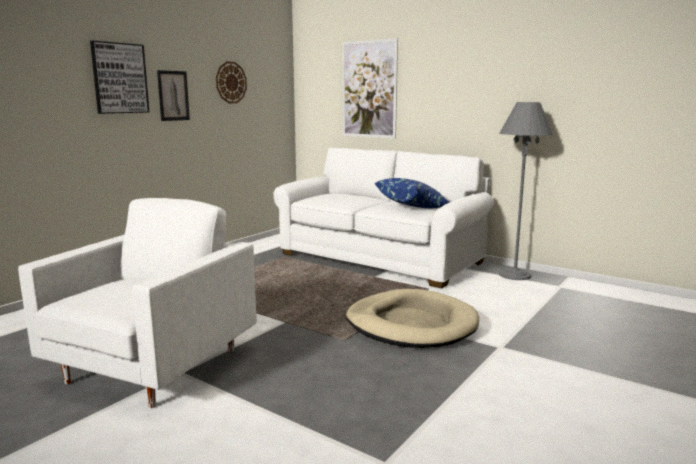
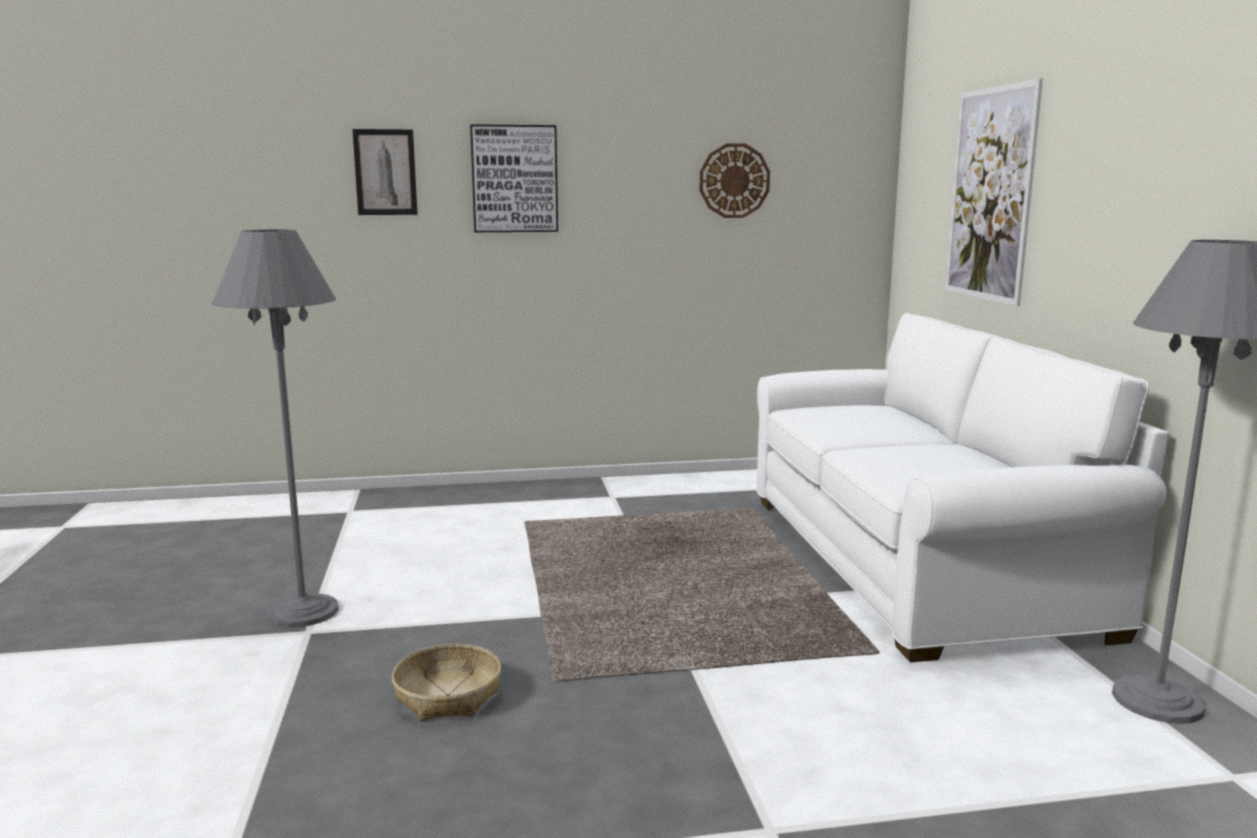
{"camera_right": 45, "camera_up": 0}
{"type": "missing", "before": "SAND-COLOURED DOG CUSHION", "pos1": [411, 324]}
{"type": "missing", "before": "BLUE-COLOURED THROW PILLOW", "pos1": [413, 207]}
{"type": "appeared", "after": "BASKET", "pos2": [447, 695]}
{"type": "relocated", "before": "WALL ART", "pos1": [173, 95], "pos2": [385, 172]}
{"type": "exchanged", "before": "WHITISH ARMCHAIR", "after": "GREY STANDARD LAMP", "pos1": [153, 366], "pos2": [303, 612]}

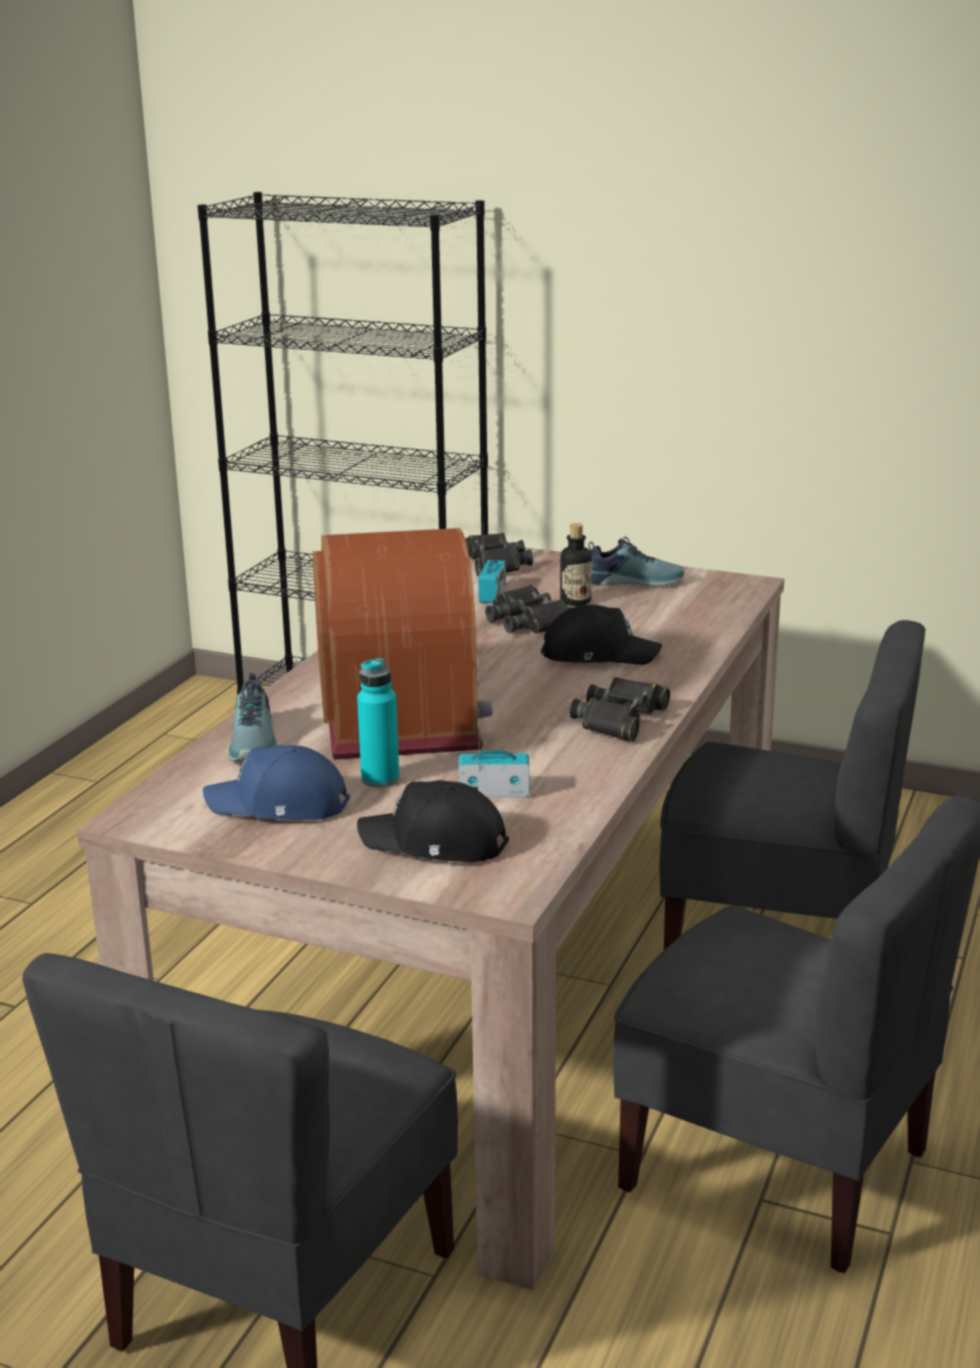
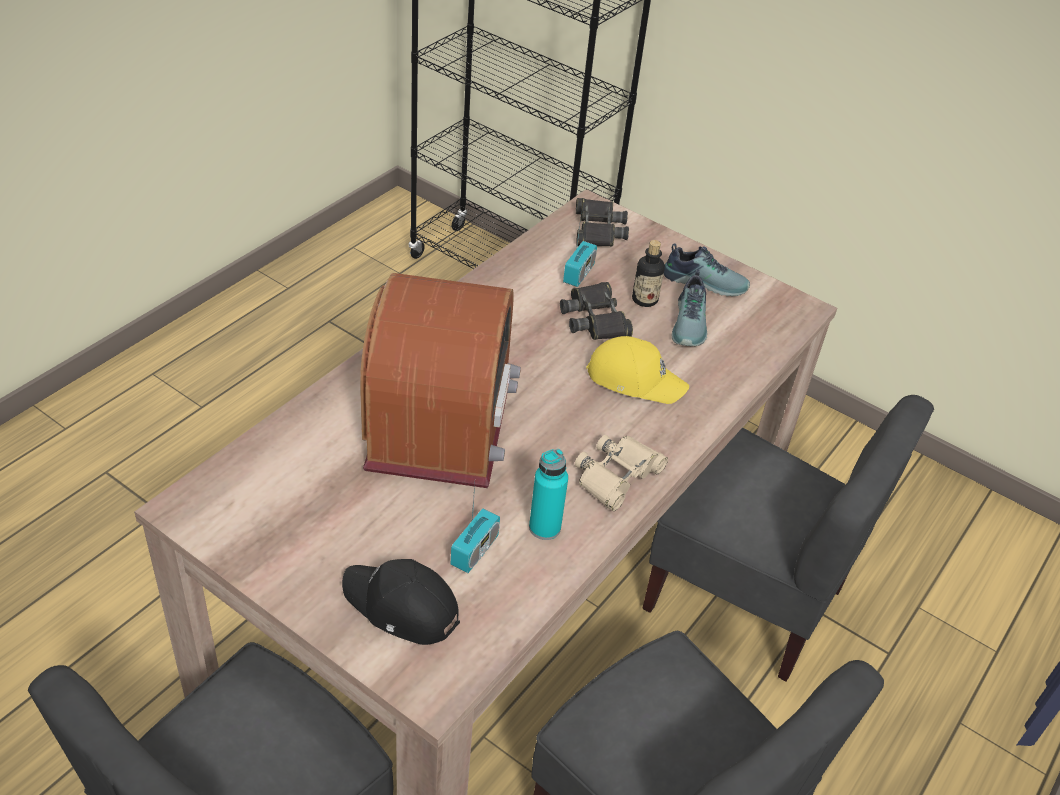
{"camera_right": 10, "camera_up": 20}
{"type": "missing", "before": "BLUE-COLOURED PEAKED CAP", "pos1": [279, 805]}
{"type": "relocated", "before": "LOW SHOE", "pos1": [256, 742], "pos2": [691, 323]}
{"type": "relocated", "before": "BLUE-GREEN BEVERAGE BOTTLE", "pos1": [380, 779], "pos2": [544, 527]}
{"type": "colour", "before": "BLACKISH PEAKED CAP", "after": "YELLOWISH PEAKED CAP", "pos1": [598, 654], "pos2": [635, 379]}
{"type": "colour", "before": "BLACKISH PAIR OF BINOCULARS", "after": "SAND-COLOURED PAIR OF BINOCULARS", "pos1": [620, 719], "pos2": [617, 476]}
{"type": "spun", "before": "RADIO SET", "pos1": [494, 793], "pos2": [474, 551], "turn": 105}

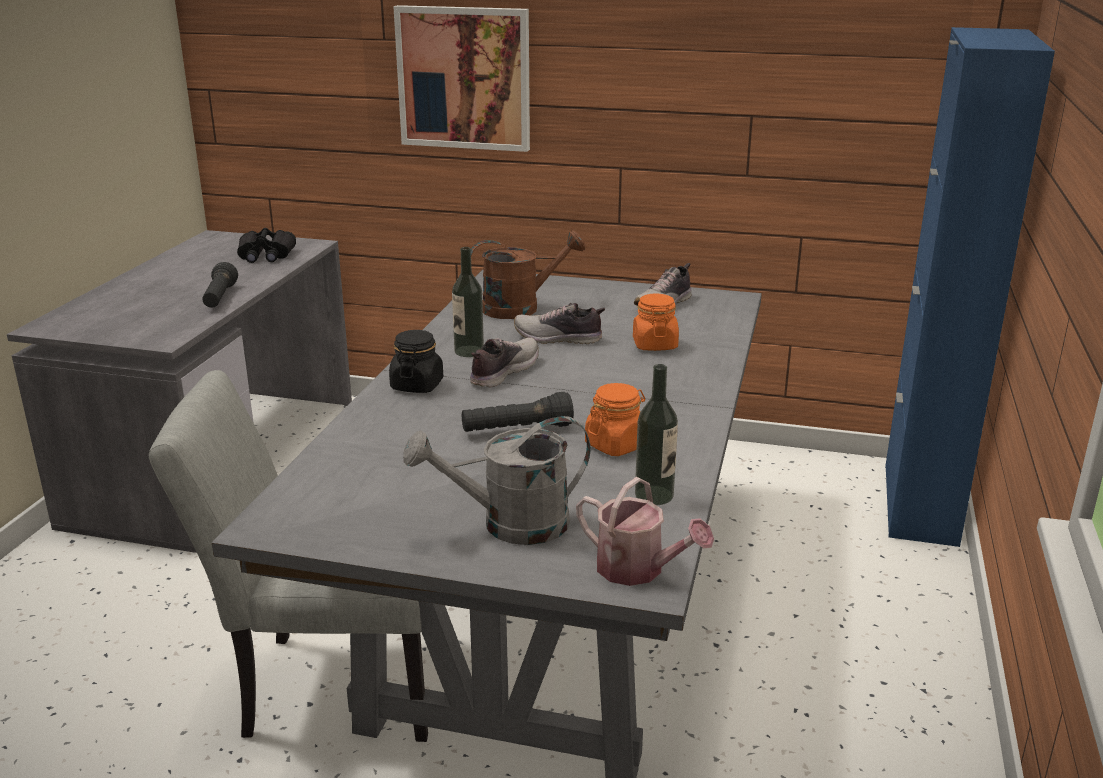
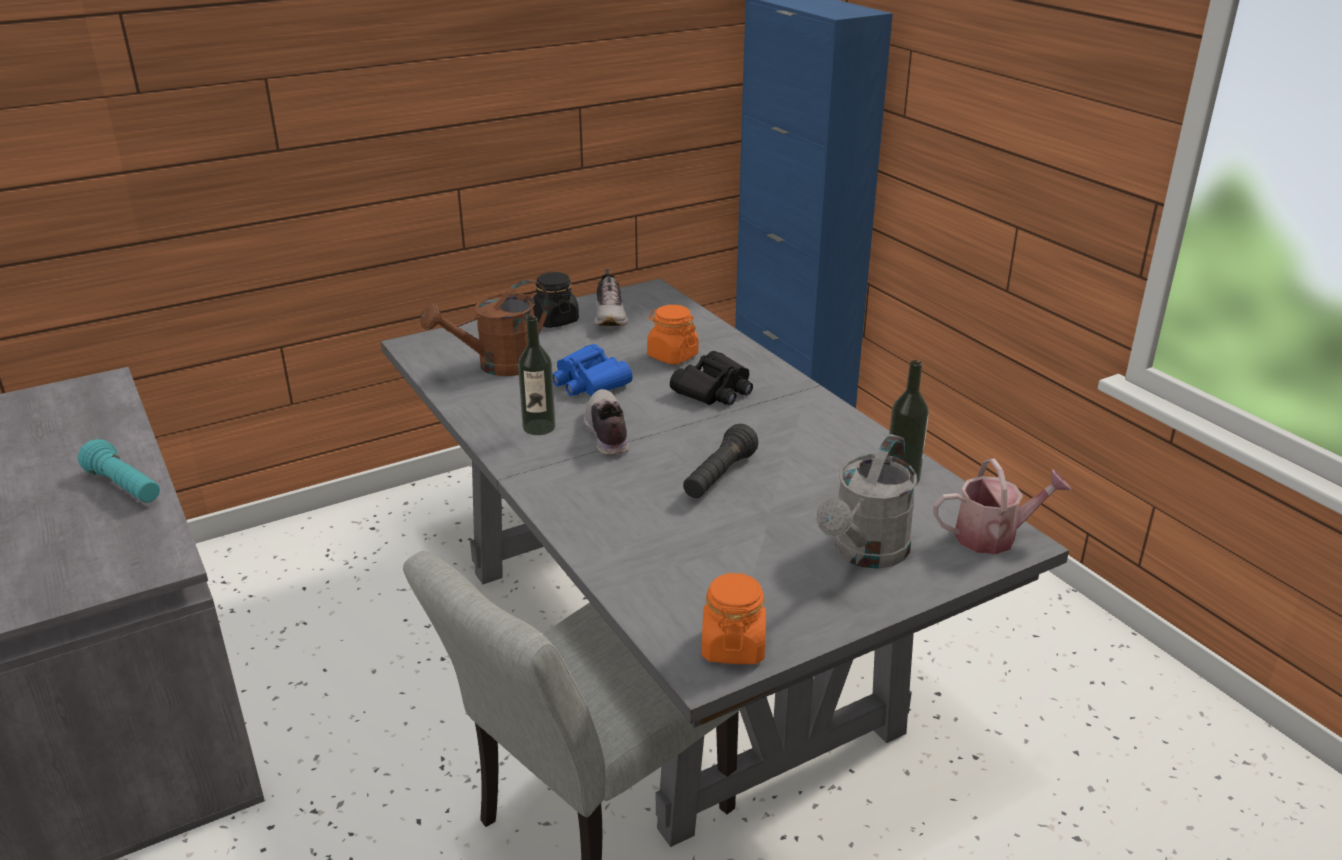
{"camera_right": -45, "camera_up": 5}
{"type": "missing", "before": "WALL ART", "pos1": [464, 78]}
{"type": "relocated", "before": "BLACKISH PAIR OF BINOCULARS", "pos1": [266, 255], "pos2": [714, 390]}
{"type": "relocated", "before": "BLACKISH STORAGE JAR", "pos1": [417, 385], "pos2": [555, 320]}
{"type": "relocated", "before": "ORANGEY STORAGE JAR", "pos1": [616, 445], "pos2": [733, 646]}
{"type": "exchanged", "before": "LOW SHOE", "after": "BLUE-COLOURED PAIR OF BINOCULARS", "pos1": [558, 338], "pos2": [589, 382]}
{"type": "colour", "before": "BLACKISH TORCH", "after": "BLUE-GREEN TORCH", "pos1": [220, 298], "pos2": [125, 487]}
{"type": "spun", "before": "BROWN WATERING POT", "pos1": [521, 308], "pos2": [498, 366], "turn": -150}

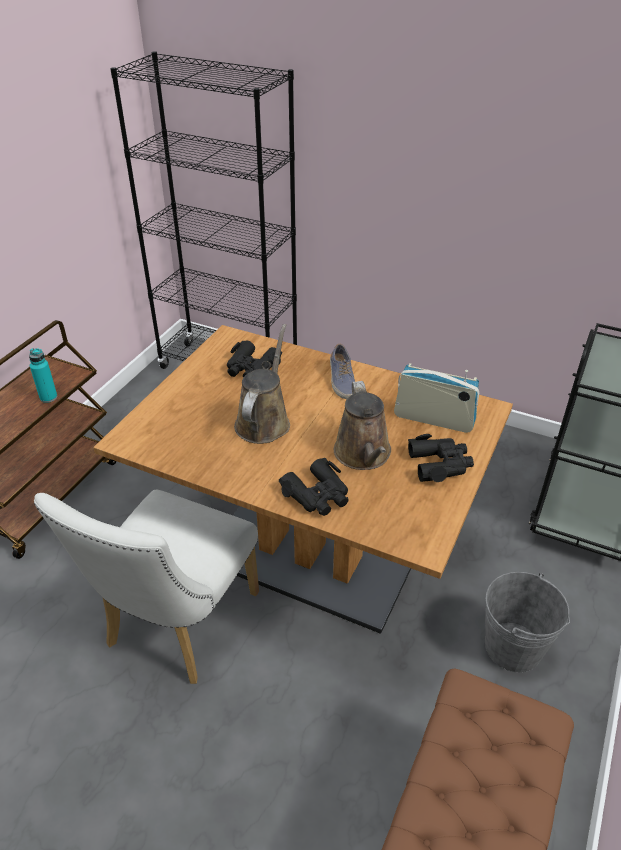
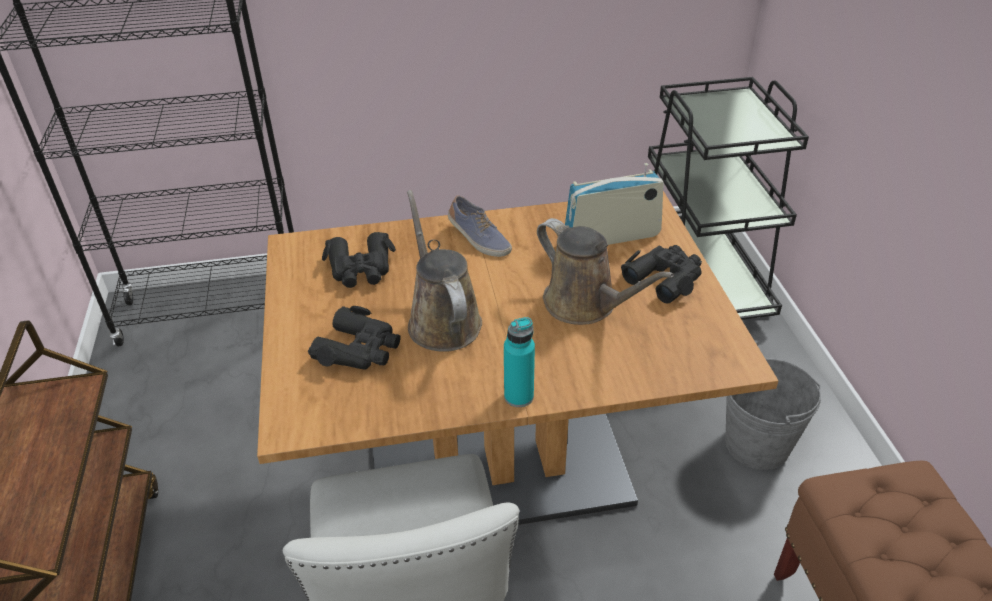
{"camera_right": -35, "camera_up": 0}
{"type": "relocated", "before": "BLUE-GREEN BEVERAGE BOTTLE", "pos1": [48, 397], "pos2": [518, 396]}
{"type": "relocated", "before": "BLACKISH PAIR OF BINOCULARS", "pos1": [318, 495], "pos2": [359, 349]}

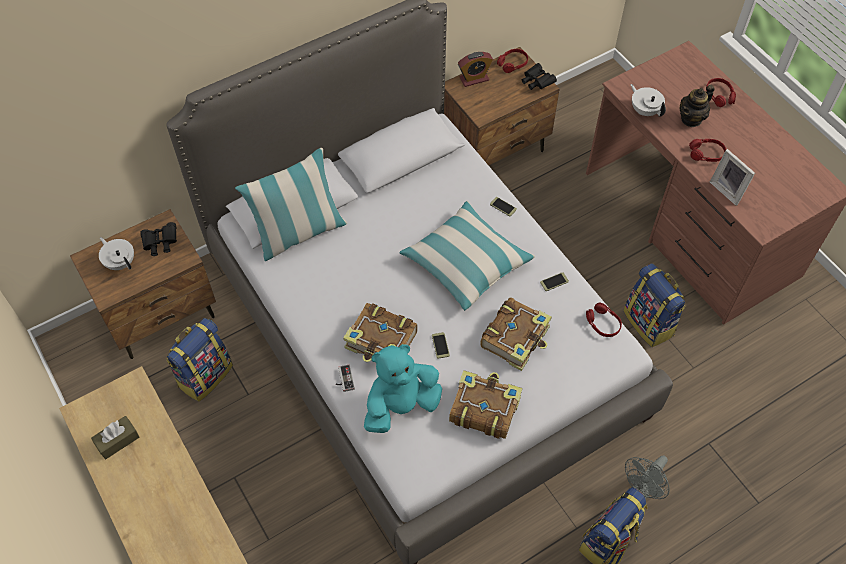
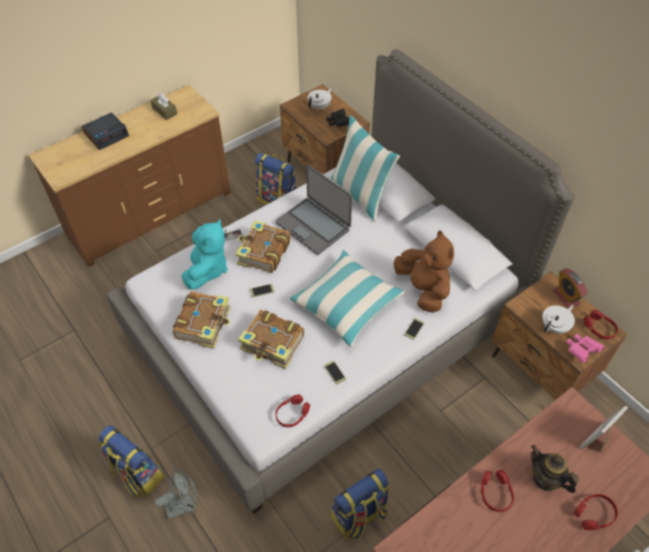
{"camera_right": 85, "camera_up": -5}
{"type": "appeared", "after": "ALARM CLOCK", "pos2": [106, 134]}
{"type": "appeared", "after": "LAPTOP", "pos2": [313, 226]}
{"type": "appeared", "after": "BROWN PLUSH TOY", "pos2": [423, 289]}
{"type": "relocated", "before": "WHITISH POT FOR TEA", "pos1": [645, 110], "pos2": [555, 327]}
{"type": "relocated", "before": "PICTURE FRAME", "pos1": [728, 190], "pos2": [599, 441]}
{"type": "colour", "before": "BLACKISH PAIR OF BINOCULARS", "after": "PINKISH PAIR OF BINOCULARS", "pos1": [536, 82], "pos2": [581, 350]}
{"type": "spun", "before": "BLUE-GREEN PLUSH TOY", "pos1": [401, 405], "pos2": [207, 269], "turn": 45}
{"type": "spun", "before": "GREY FAN", "pos1": [643, 488], "pos2": [184, 505], "turn": 120}

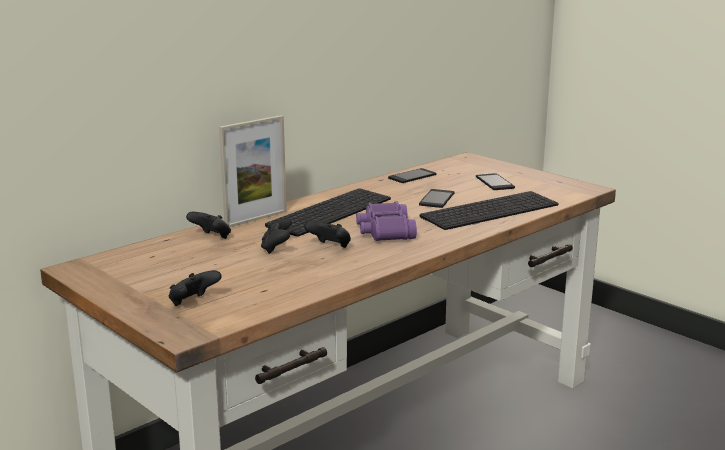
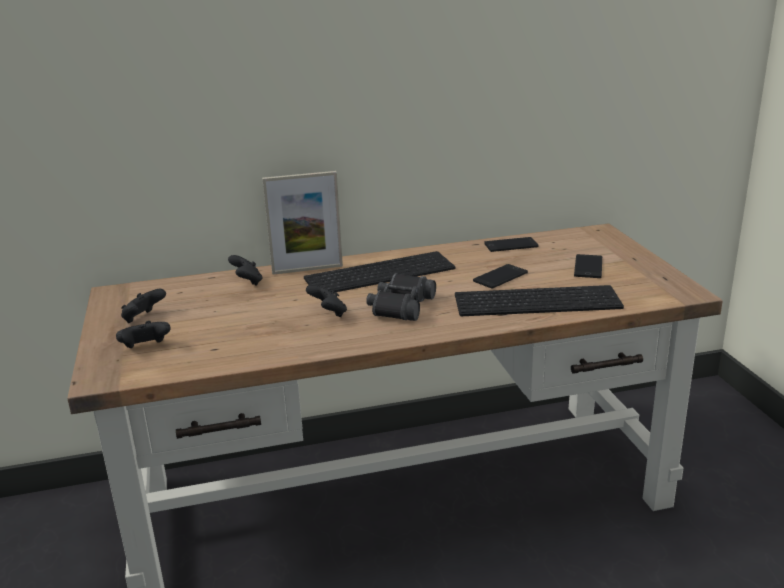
{"camera_right": 30, "camera_up": 5}
{"type": "relocated", "before": "BLACKISH JOYPAD", "pos1": [276, 248], "pos2": [143, 319]}
{"type": "colour", "before": "PURPLE PAIR OF BINOCULARS", "after": "BLACKISH PAIR OF BINOCULARS", "pos1": [385, 231], "pos2": [400, 306]}

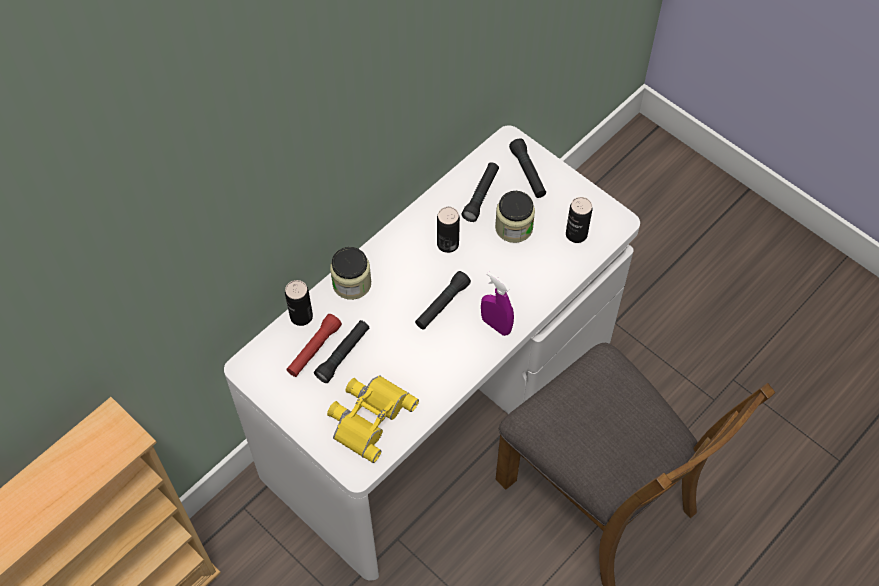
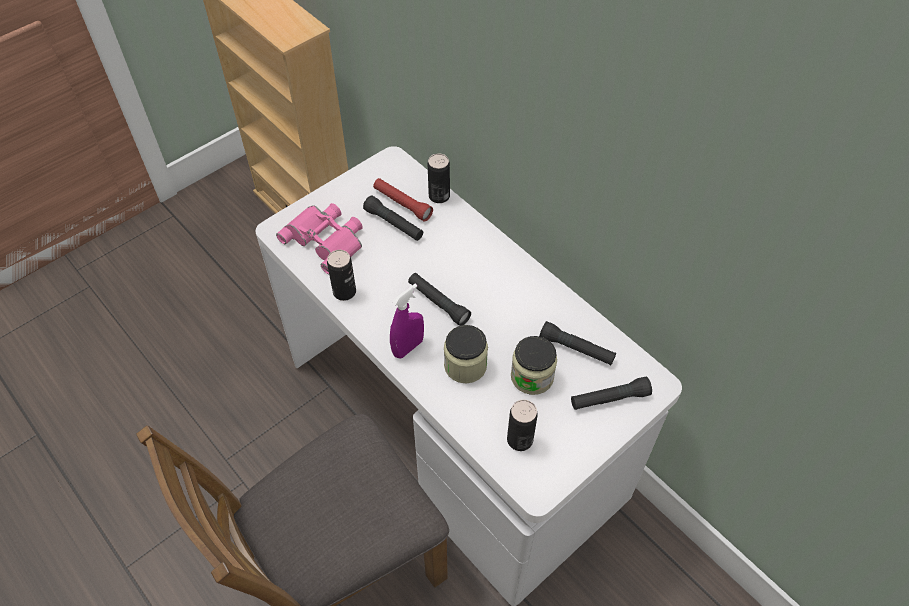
{"camera_right": 95, "camera_up": -5}
{"type": "relocated", "before": "STORAGE JAR", "pos1": [352, 283], "pos2": [465, 365]}
{"type": "relocated", "before": "METAL CAN", "pos1": [448, 244], "pos2": [344, 292]}
{"type": "colour", "before": "YELLOWISH PAIR OF BINOCULARS", "after": "PINKISH PAIR OF BINOCULARS", "pos1": [368, 416], "pos2": [326, 239]}

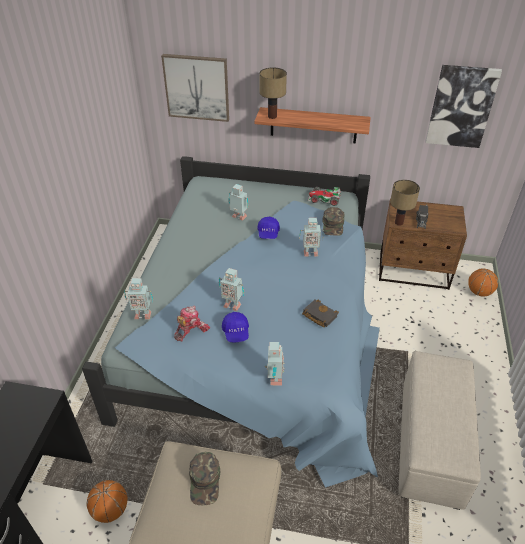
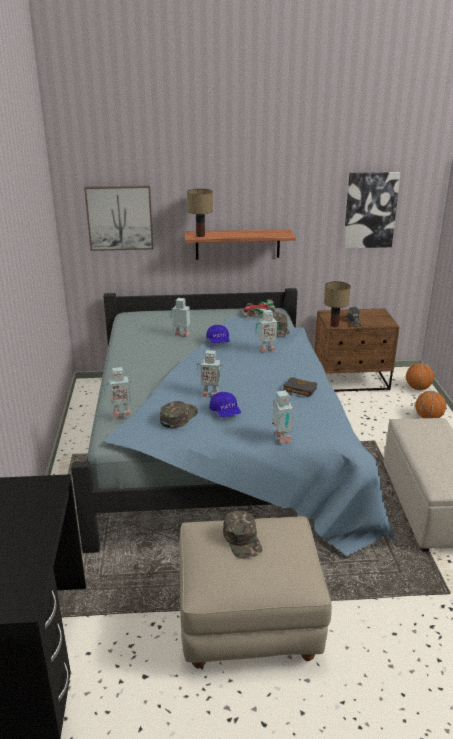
{"camera_right": -15, "camera_up": -15}
{"type": "relocated", "before": "BALL FOR BASKETBALL", "pos1": [111, 510], "pos2": [428, 418]}
{"type": "exchanged", "before": "TOY ROBOT", "after": "GREEN-COLOURED PEAKED CAP", "pos1": [191, 330], "pos2": [178, 417]}

